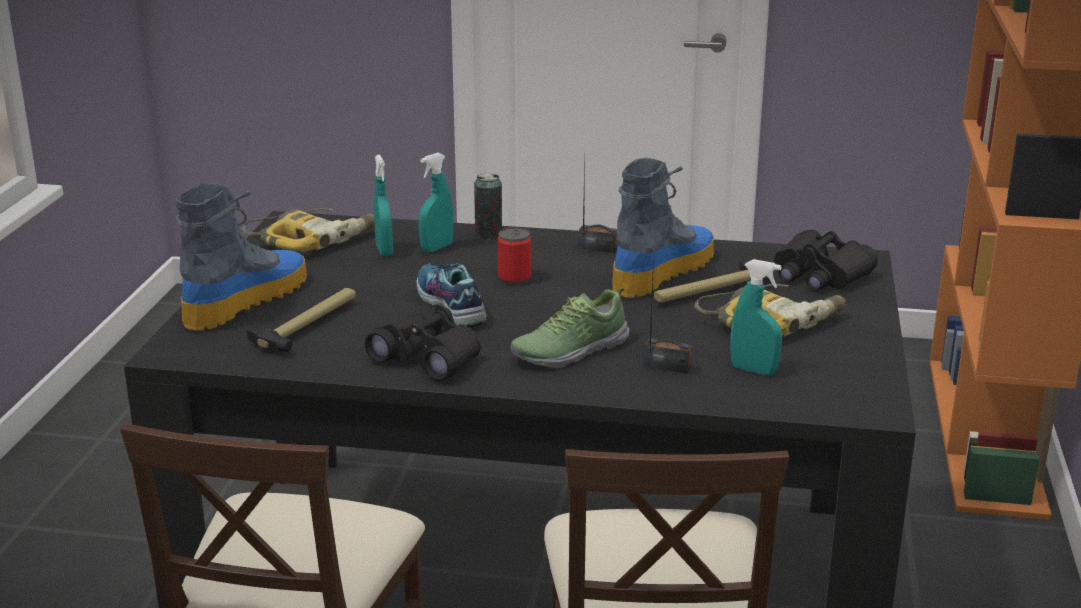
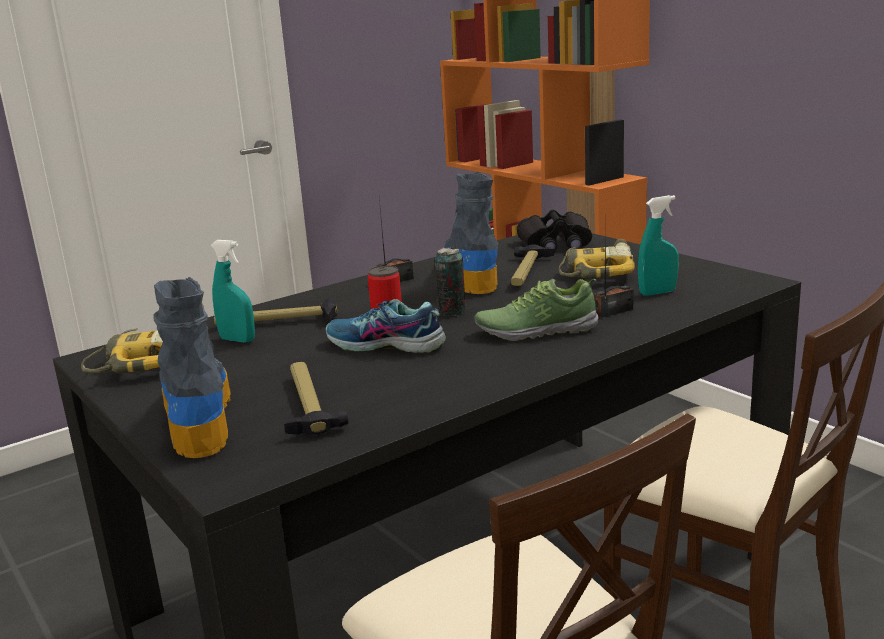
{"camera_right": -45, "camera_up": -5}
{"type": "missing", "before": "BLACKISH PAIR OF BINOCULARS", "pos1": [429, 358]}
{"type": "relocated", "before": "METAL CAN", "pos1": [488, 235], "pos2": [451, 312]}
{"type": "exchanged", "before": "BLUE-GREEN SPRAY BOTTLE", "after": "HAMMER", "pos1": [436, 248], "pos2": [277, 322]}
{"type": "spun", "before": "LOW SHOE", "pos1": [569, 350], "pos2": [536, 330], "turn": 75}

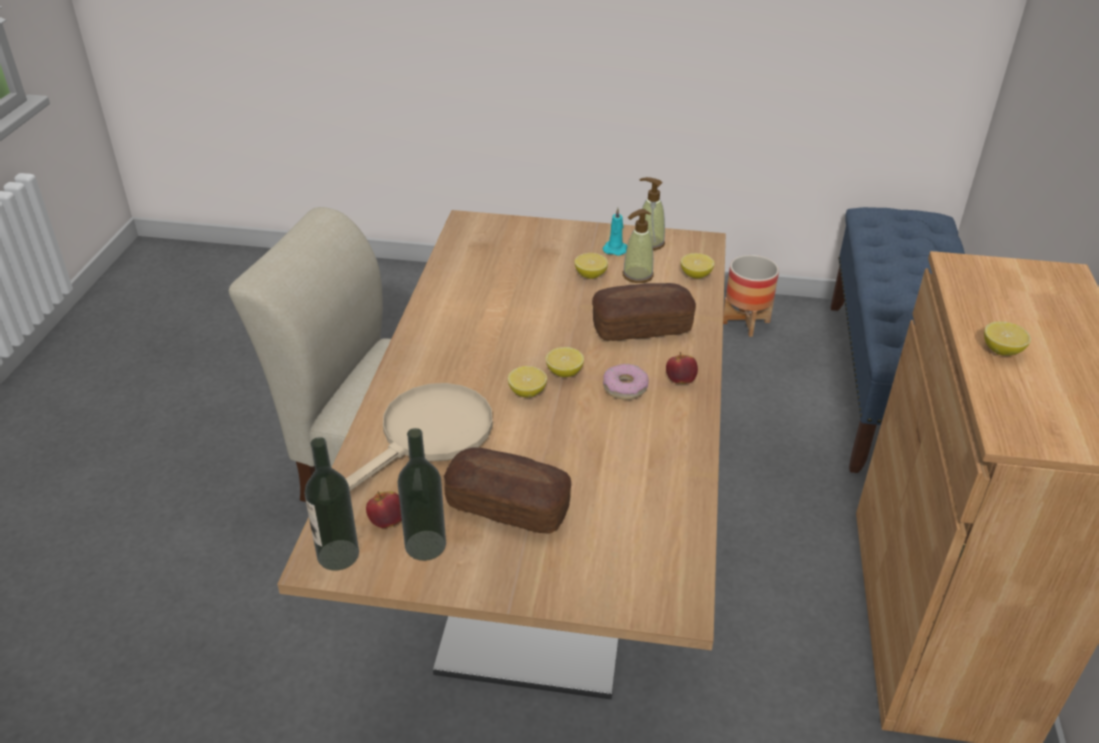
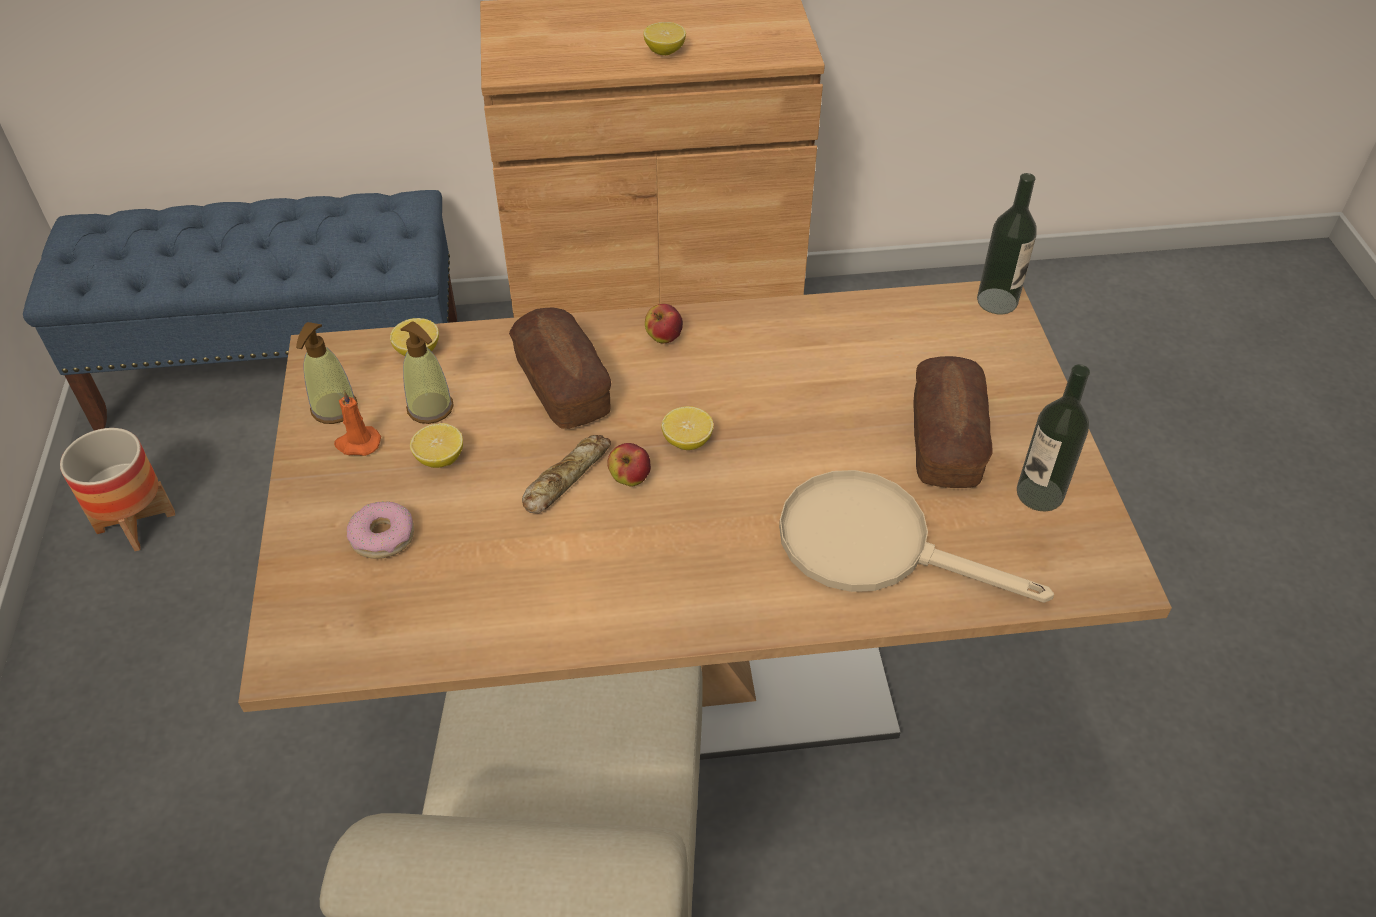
{"camera_right": -105, "camera_up": 10}
{"type": "missing", "before": "CITRUS FRUIT", "pos1": [527, 392]}
{"type": "appeared", "after": "BAKED BREAD", "pos2": [565, 478]}
{"type": "relocated", "before": "BEVERAGE BOTTLE", "pos1": [338, 555], "pos2": [997, 301]}
{"type": "relocated", "before": "APPLE FRUIT", "pos1": [387, 522], "pos2": [630, 478]}
{"type": "relocated", "before": "RING DOUGHNUT", "pos1": [624, 387], "pos2": [383, 537]}
{"type": "colour", "before": "BLUE-GREEN CANDLE", "after": "ORANGEY CANDLE", "pos1": [615, 249], "pos2": [357, 443]}

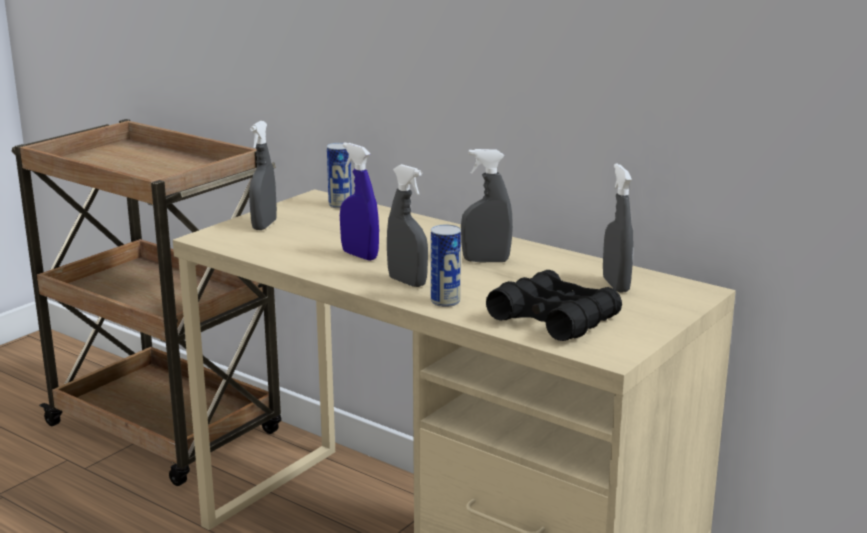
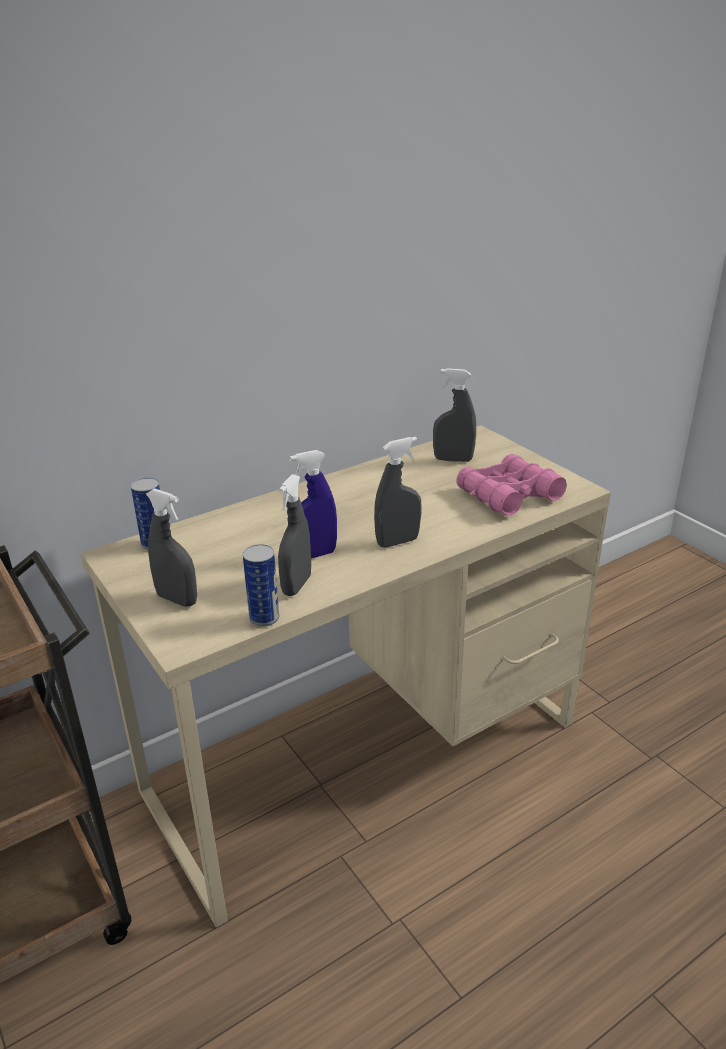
{"camera_right": -70, "camera_up": 10}
{"type": "relocated", "before": "METAL CAN", "pos1": [445, 302], "pos2": [264, 618]}
{"type": "relocated", "before": "GREY SPRAY BOTTLE", "pos1": [486, 261], "pos2": [296, 585]}
{"type": "colour", "before": "BLACKISH PAIR OF BINOCULARS", "after": "PINKISH PAIR OF BINOCULARS", "pos1": [554, 319], "pos2": [508, 495]}

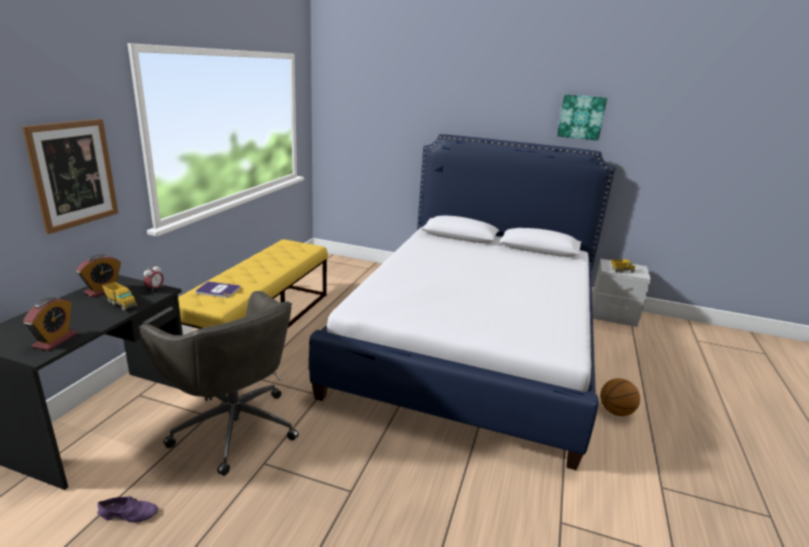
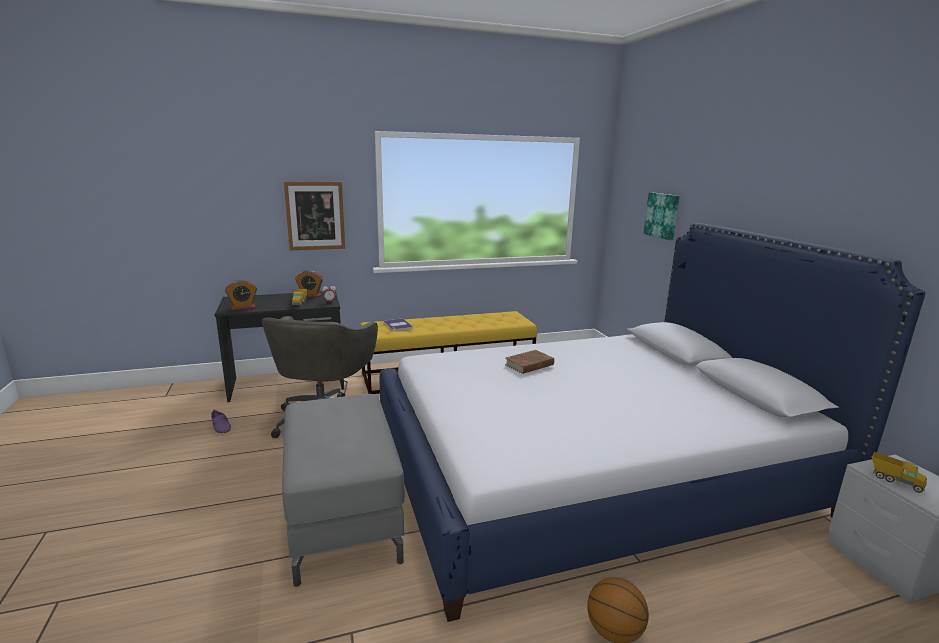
{"camera_right": 55, "camera_up": -5}
{"type": "appeared", "after": "GREY OTTOMAN", "pos2": [343, 516]}
{"type": "appeared", "after": "BROWN VOLUME", "pos2": [529, 365]}
{"type": "relocated", "before": "WALL ART", "pos1": [581, 117], "pos2": [662, 215]}

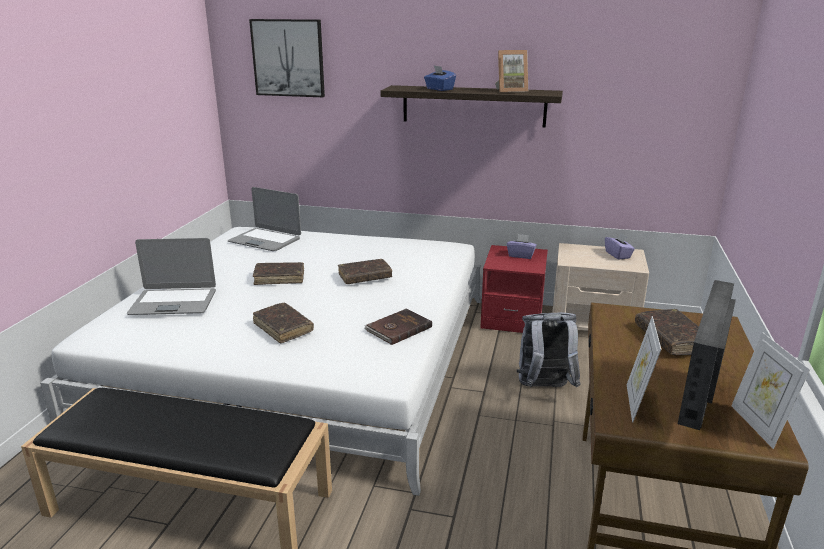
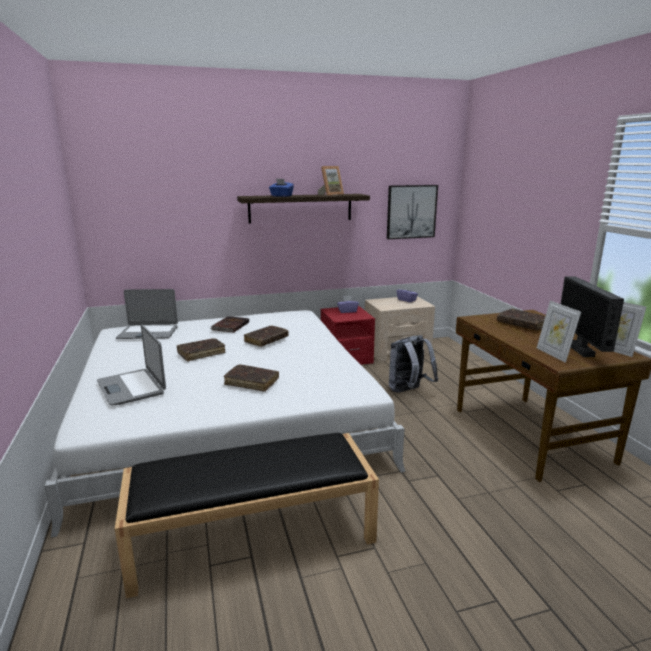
{"camera_right": -30, "camera_up": -5}
{"type": "relocated", "before": "WALL ART", "pos1": [288, 58], "pos2": [411, 211]}
{"type": "relocated", "before": "BROWN VOLUME", "pos1": [398, 329], "pos2": [230, 326]}
{"type": "spun", "before": "LAPTOP", "pos1": [174, 302], "pos2": [132, 387], "turn": 90}

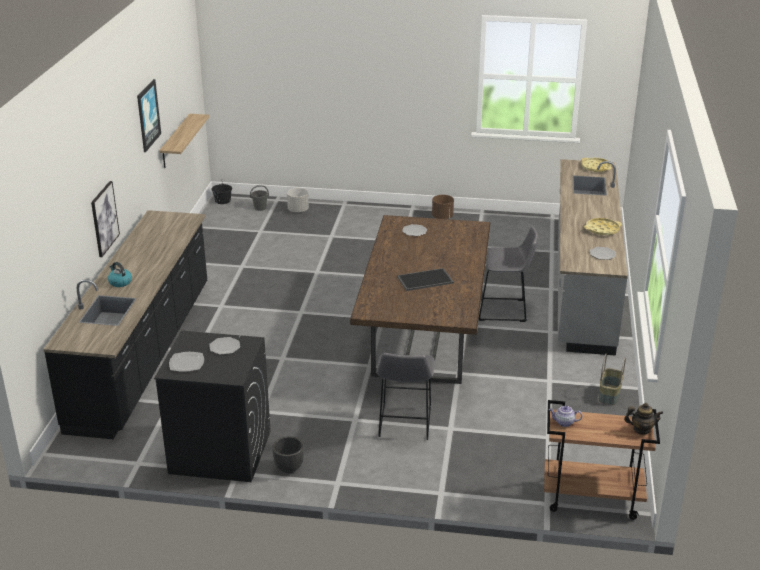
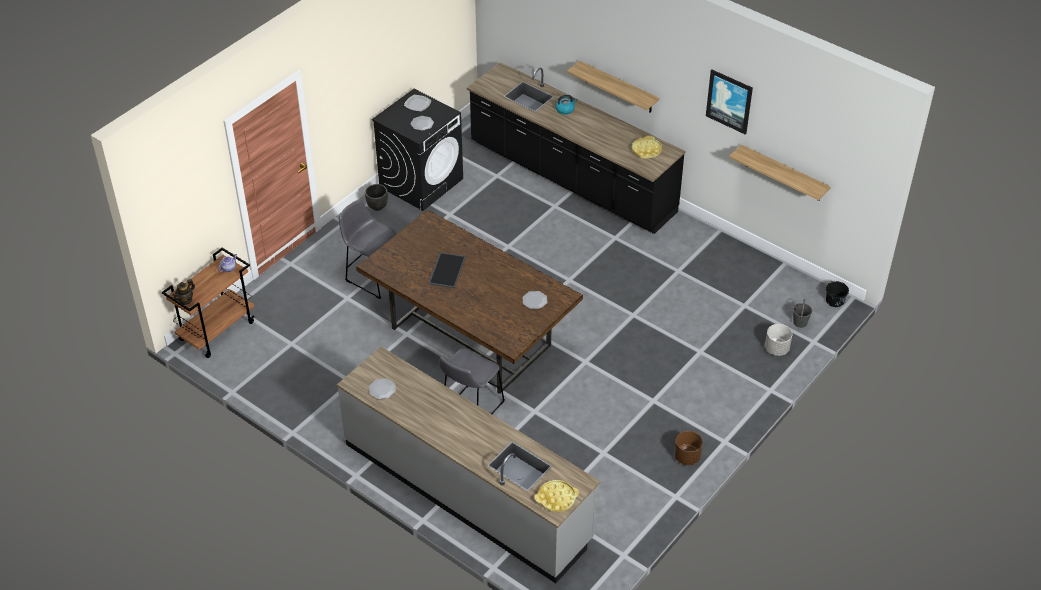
{"camera_right": 120, "camera_up": 15}
{"type": "missing", "before": "BASKET", "pos1": [610, 395]}
{"type": "relocated", "before": "YELLOWISH SERVING TRAY", "pos1": [602, 229], "pos2": [646, 150]}
{"type": "exchanged", "before": "WALL ART", "after": "SHELF", "pos1": [104, 218], "pos2": [618, 87]}

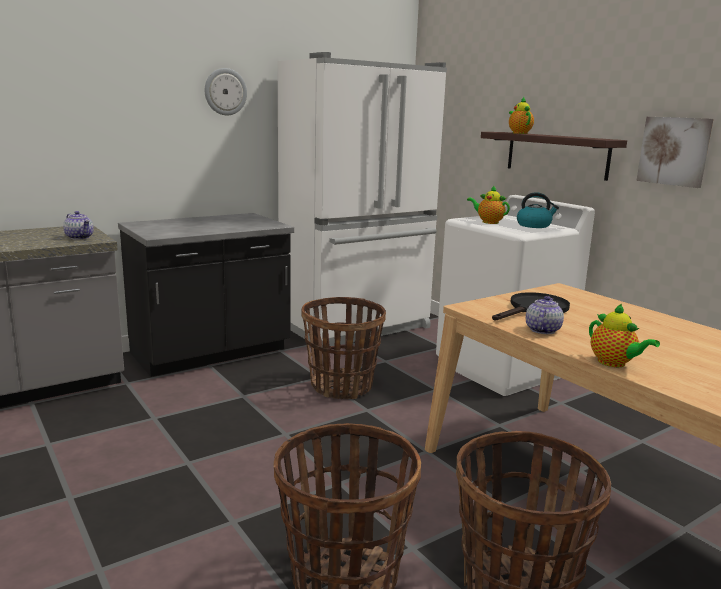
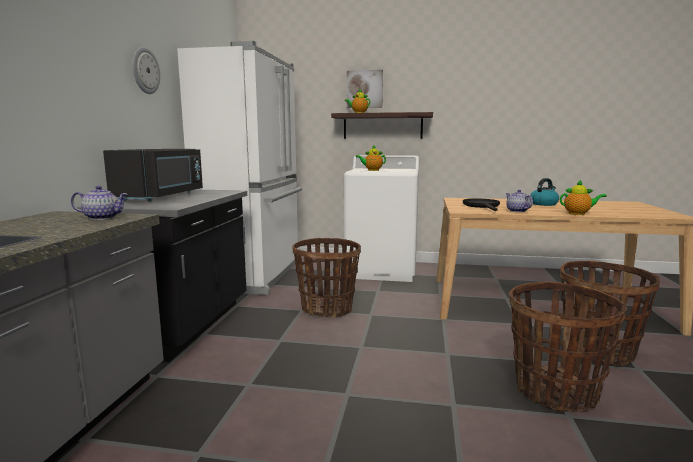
{"camera_right": -45, "camera_up": -5}
{"type": "appeared", "after": "BLACKISH KITCHEN MICROWAVE", "pos2": [162, 196]}
{"type": "relocated", "before": "WATER KETTLE", "pos1": [534, 225], "pos2": [543, 204]}
{"type": "relocated", "before": "WALL ART", "pos1": [674, 151], "pos2": [364, 89]}

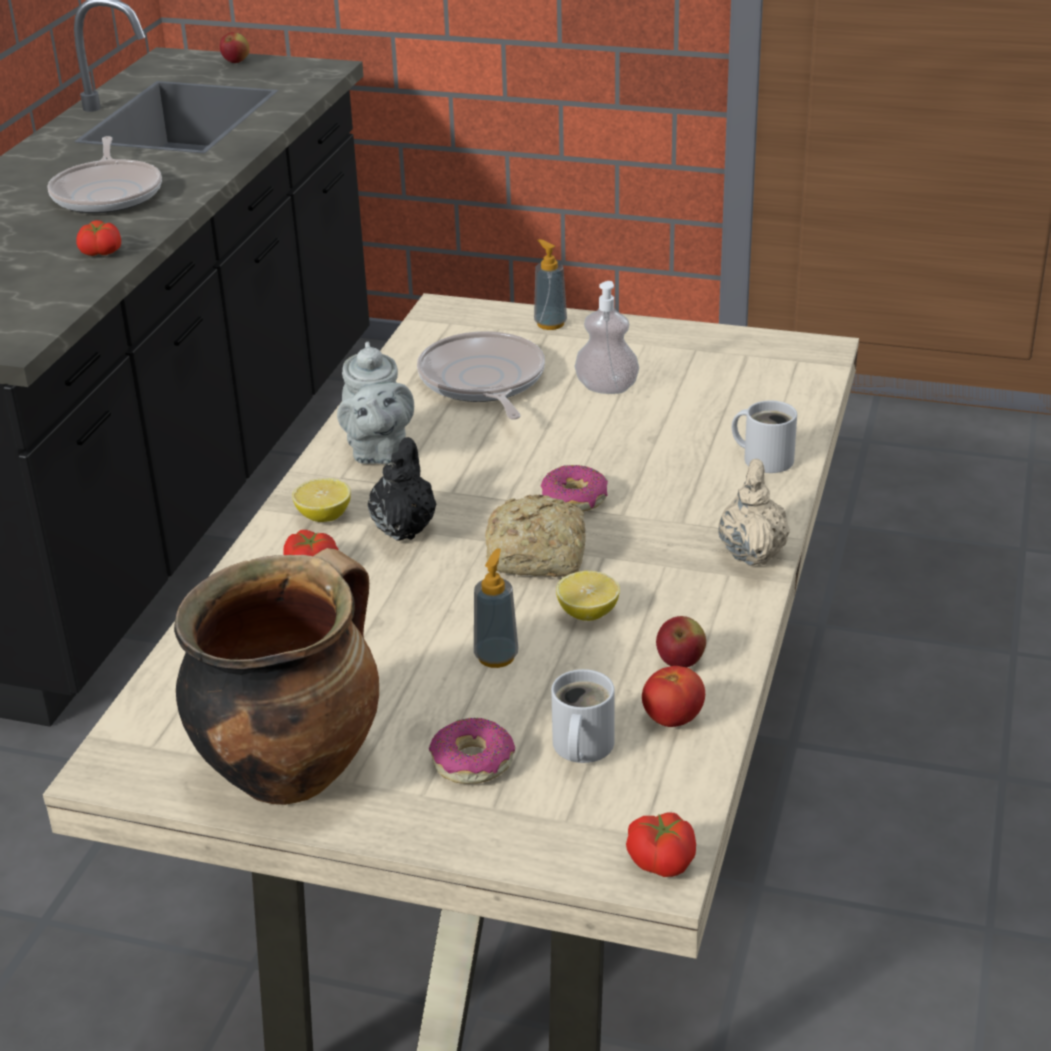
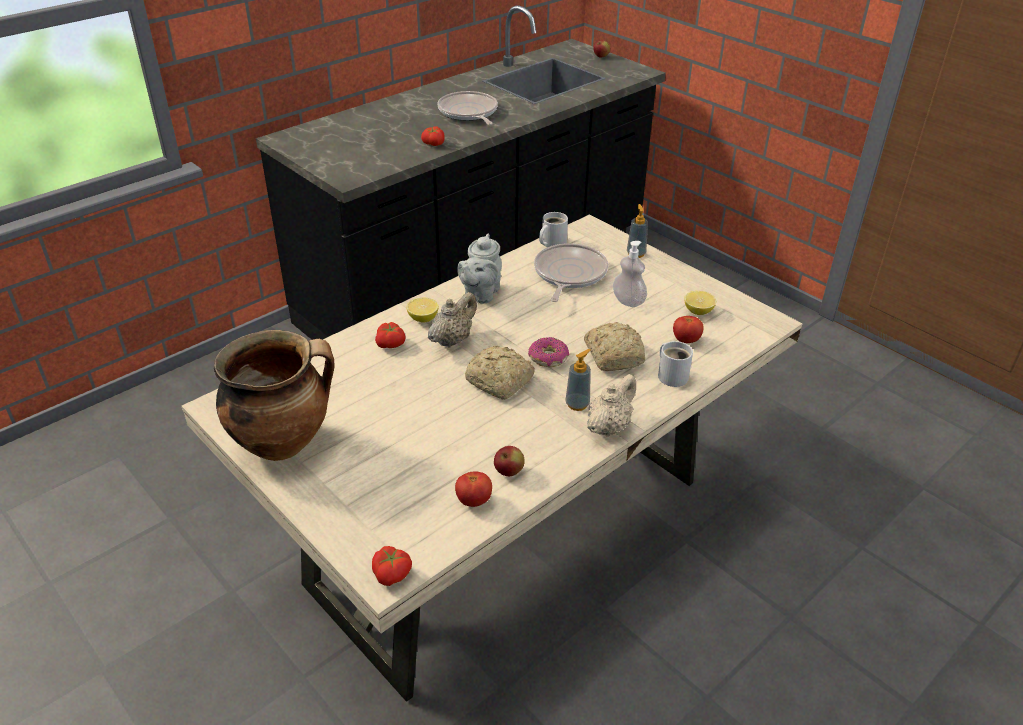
{"camera_right": 30, "camera_up": 5}
{"type": "missing", "before": "RING DOUGHNUT", "pos1": [472, 762]}
{"type": "appeared", "after": "BAKED BREAD", "pos2": [614, 355]}
{"type": "appeared", "after": "WHOLE TOMATO", "pos2": [686, 340]}
{"type": "relocated", "before": "LIQUID SOAP BOTTLE", "pos1": [496, 656], "pos2": [577, 404]}
{"type": "relocated", "before": "WHITISH TEA MUG", "pos1": [579, 747], "pos2": [551, 243]}
{"type": "relocated", "before": "CITRUS FRUIT", "pos1": [588, 613], "pos2": [698, 311]}
{"type": "colour", "before": "BLACKISH POT FOR TEA", "after": "SAND-COLOURED POT FOR TEA", "pos1": [404, 528], "pos2": [452, 340]}
{"type": "spun", "before": "PAN", "pos1": [108, 193], "pos2": [468, 113], "turn": 135}

